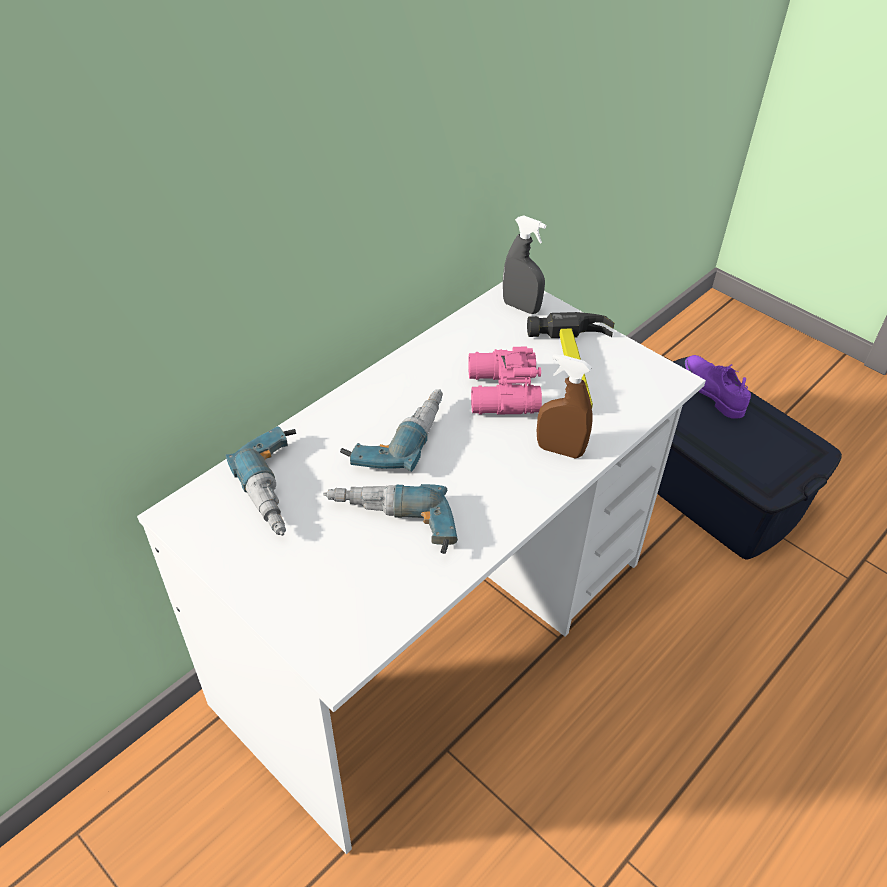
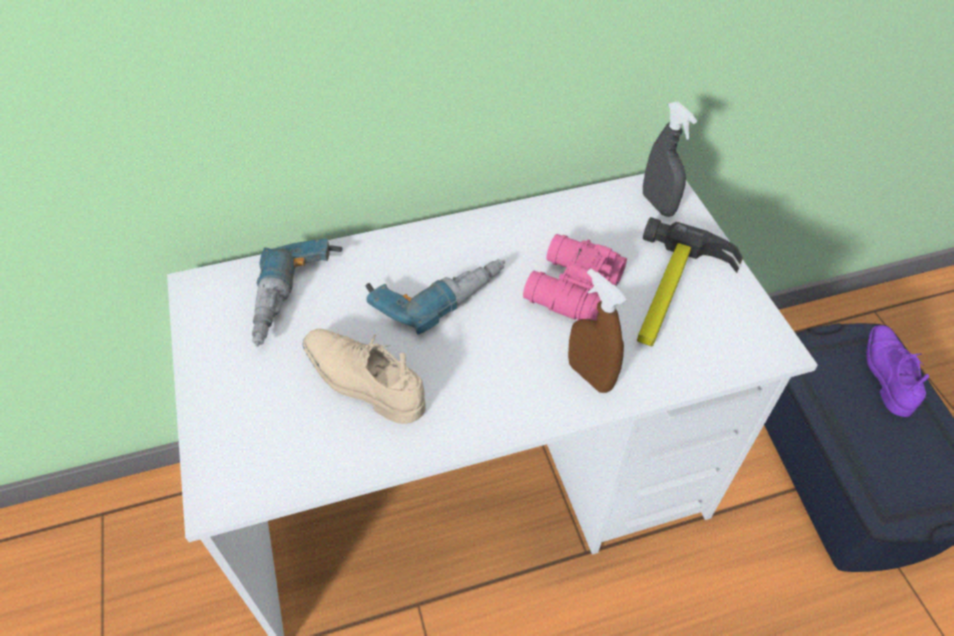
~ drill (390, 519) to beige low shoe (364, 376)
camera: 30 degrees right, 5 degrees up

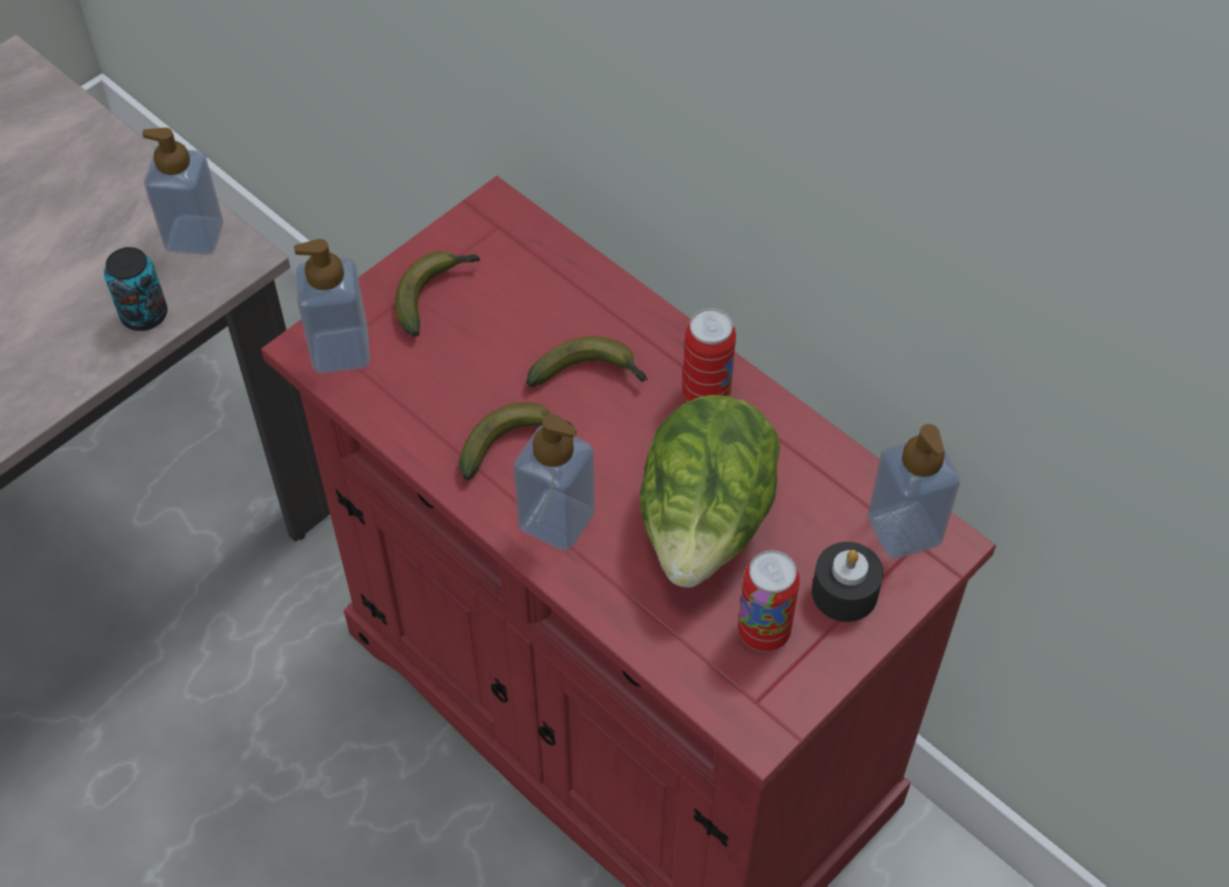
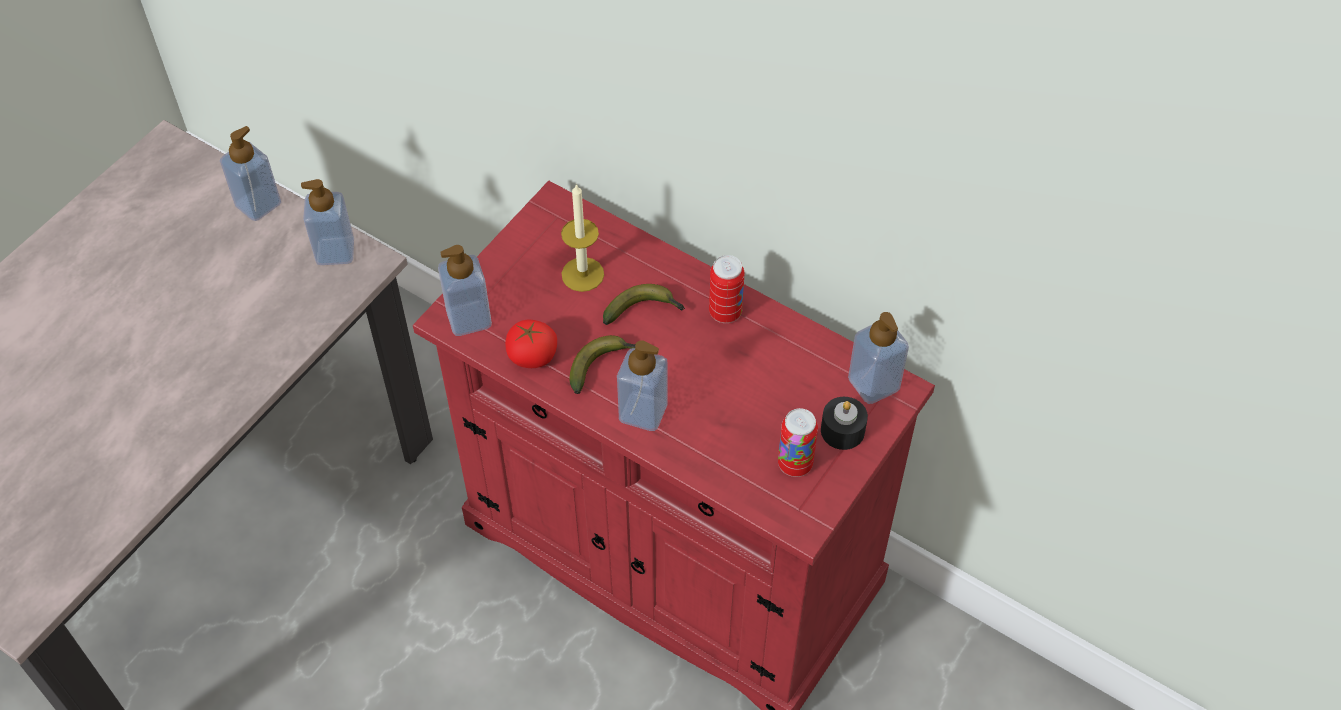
- sealed can (136, 289)
- banana (437, 293)
- head of lettuce (710, 491)
+ liquid soap bottle (250, 173)
+ fresh tomato (531, 344)
+ wax candle (582, 237)
camera: 10 degrees left, 0 degrees up

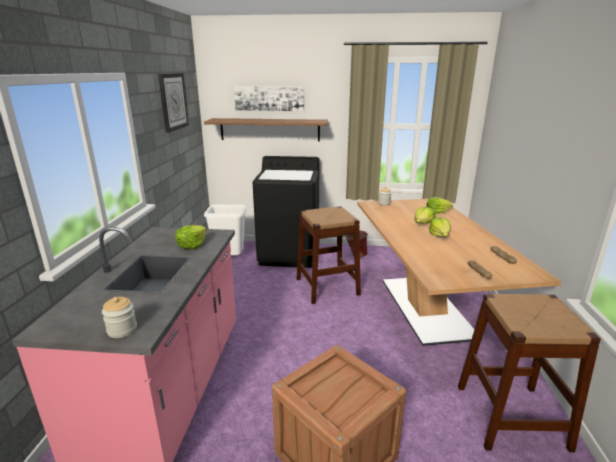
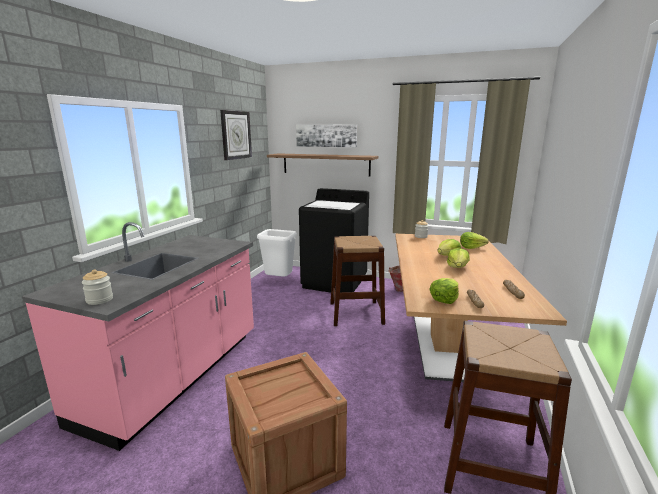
~ head of lettuce (191, 237) to (444, 291)
camera: 15 degrees right, 5 degrees down

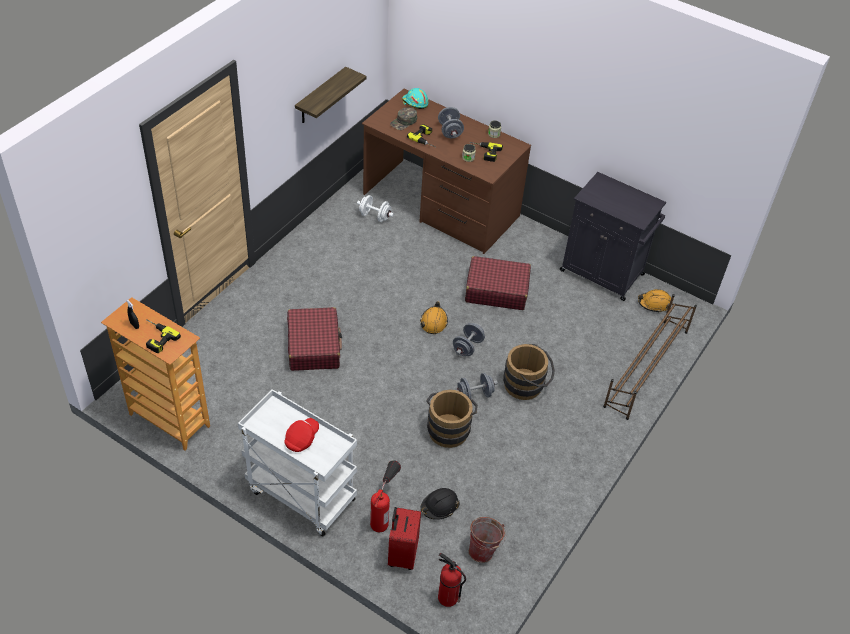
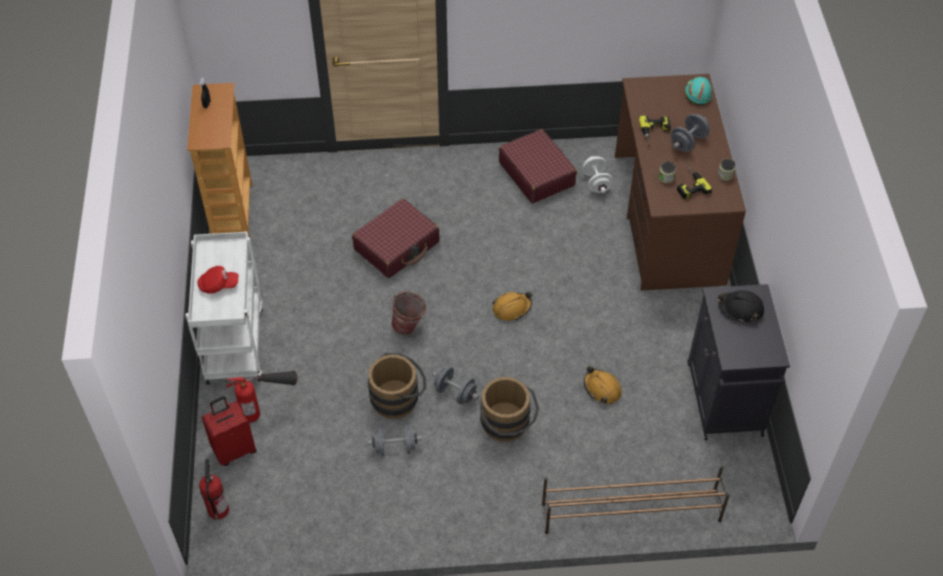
- drill (163, 336)
- bracket shelf (331, 95)
- greenish peaked cap (403, 118)
~ blackish work helmet (440, 504) to (741, 306)
~ gray dumbbell (469, 339) to (394, 440)
~ reddish suitcase (498, 283) to (538, 166)
~ water bucket (487, 540) to (408, 313)
~ orange-coloured work helmet (654, 301) to (603, 385)
camera: 55 degrees right, 5 degrees up

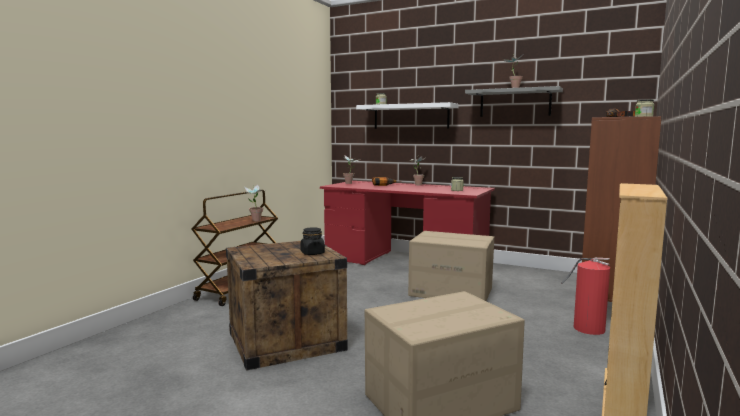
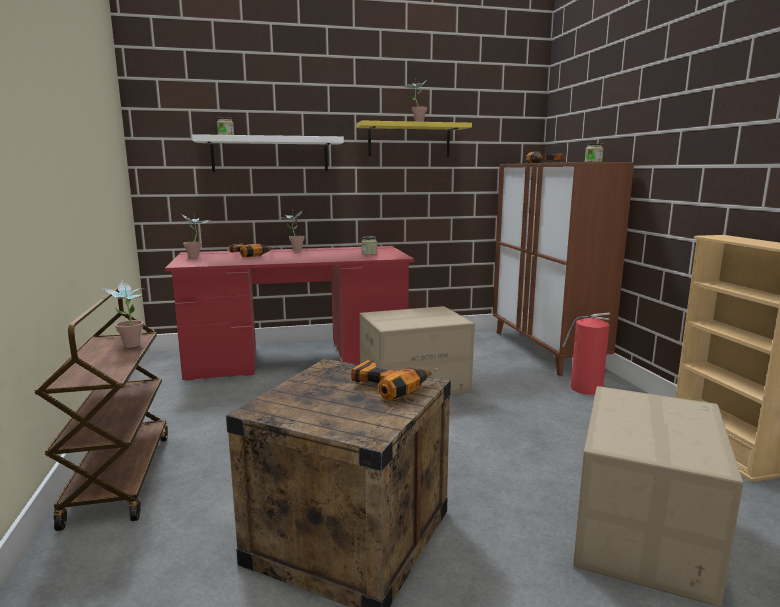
~ blackish storage jar (313, 241) to drill (394, 380)
~ gray bracket shelf (514, 101) to yellowish bracket shelf (414, 139)
camera: 40 degrees left, 5 degrees up

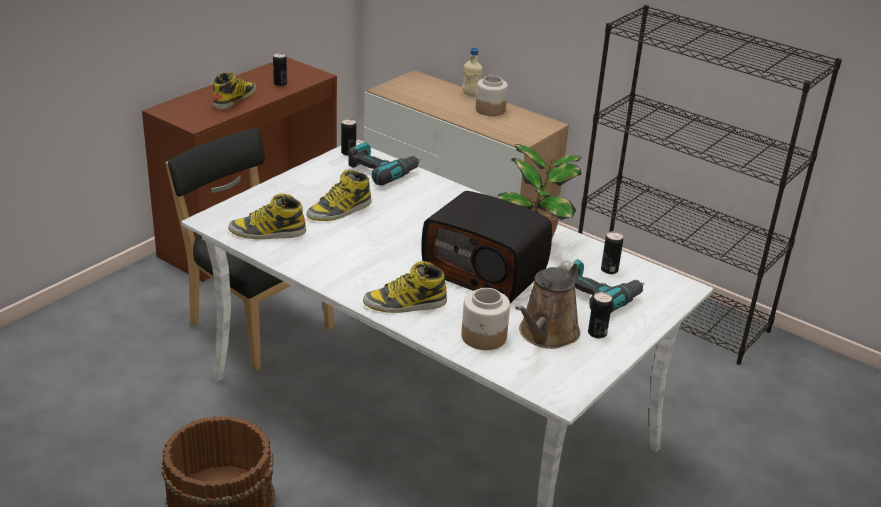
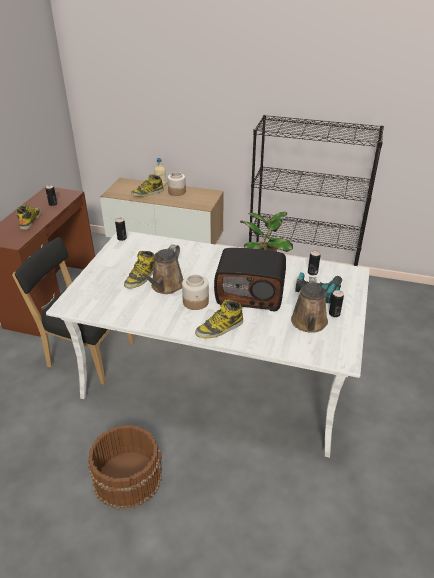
~ high-top boot (267, 216) to (147, 185)
- drill (384, 164)
~ storage jar (485, 319) to (195, 292)
+ brown-coloured watering pot (161, 269)
camera: 20 degrees left, 5 degrees up

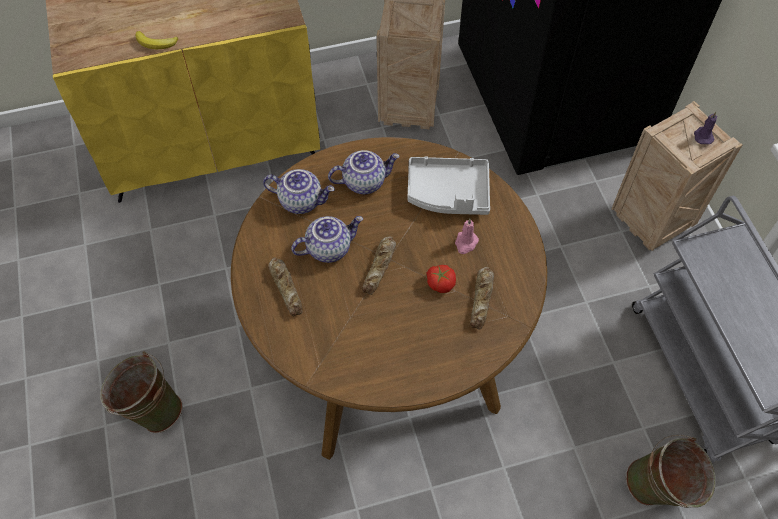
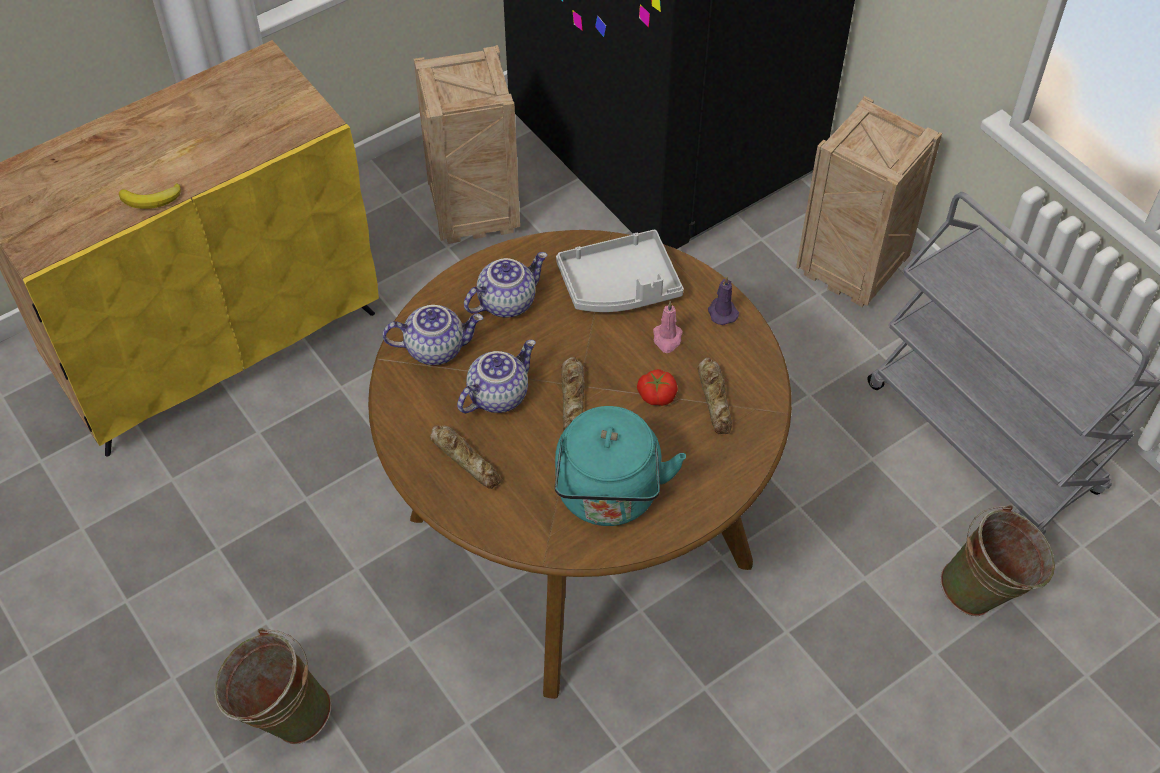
~ purple-coloured wax candle (705, 128) to (723, 300)
+ turquoise kettle (620, 466)
camera: 20 degrees left, 5 degrees down

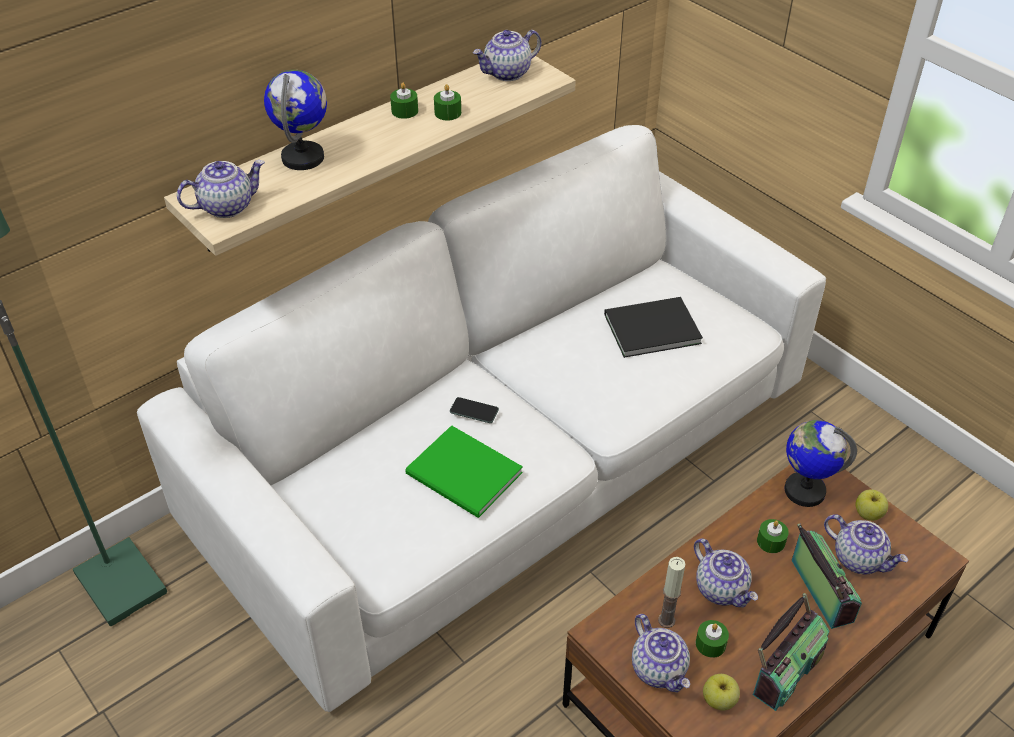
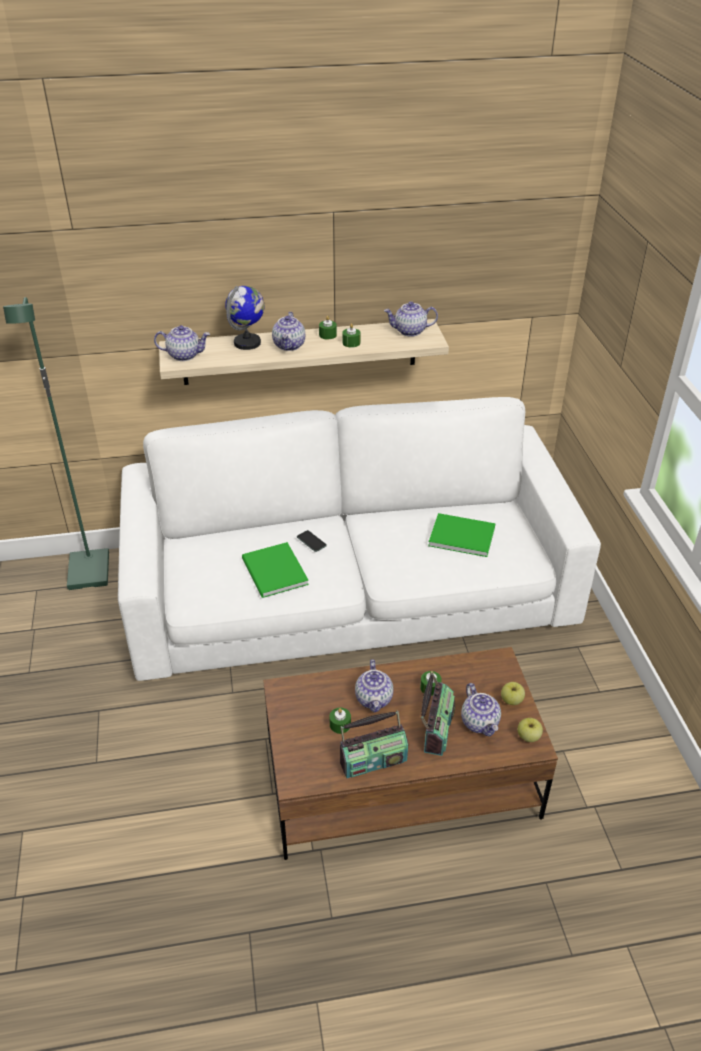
~ blackish book (653, 327) to greenish book (461, 535)
~ teapot (661, 653) to (288, 331)
- wax candle (671, 592)
~ apple (721, 692) to (530, 730)
- desk globe (820, 463)
camera: 30 degrees right, 5 degrees down

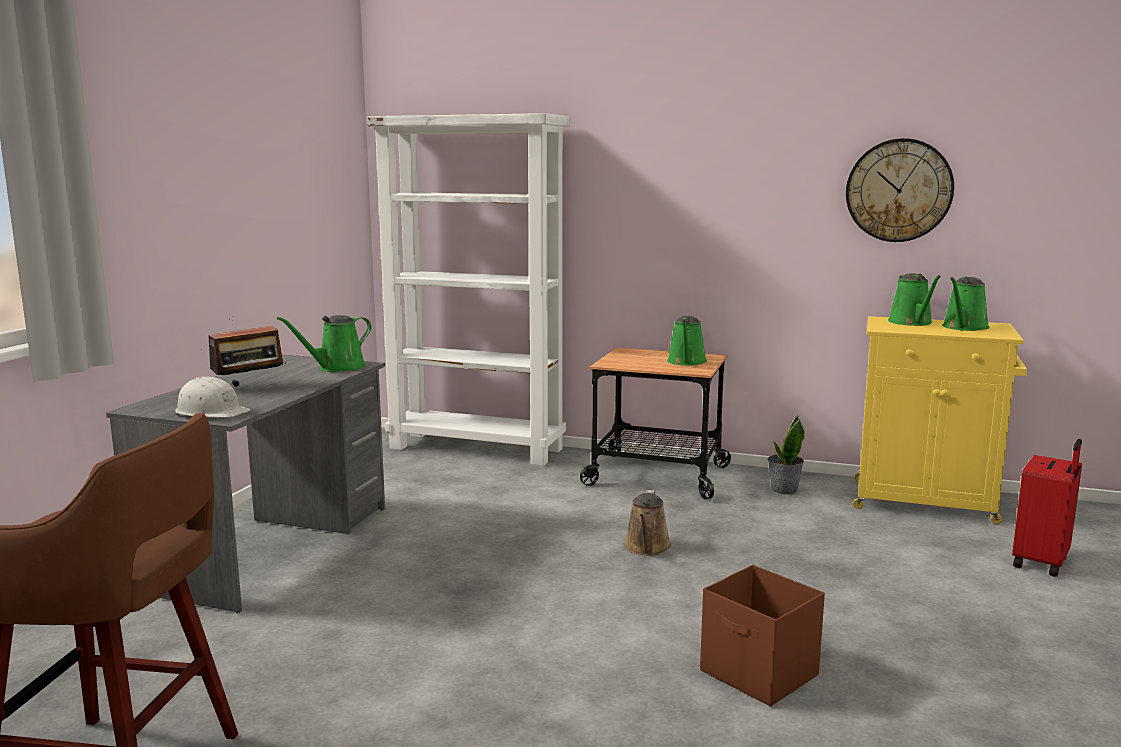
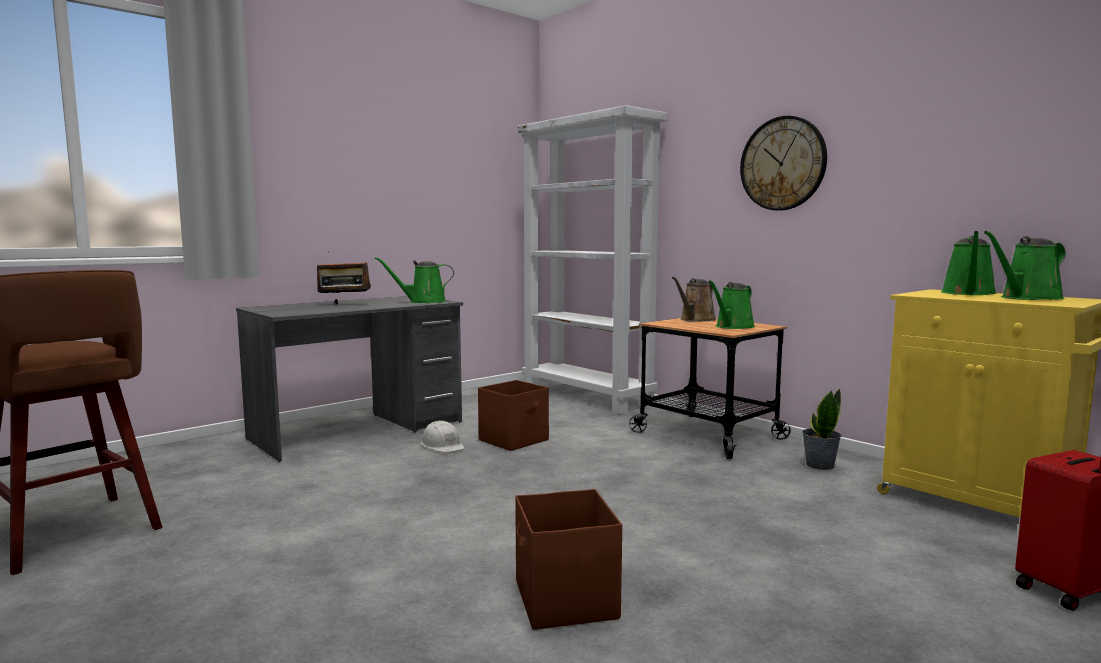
~ whitish work helmet (213, 397) to (442, 436)
~ brown-coloured watering pot (647, 522) to (694, 299)
~ hanging clock (900, 190) to (783, 163)
+ brown-coloured storage container (513, 415)
camera: 30 degrees right, 5 degrees down

